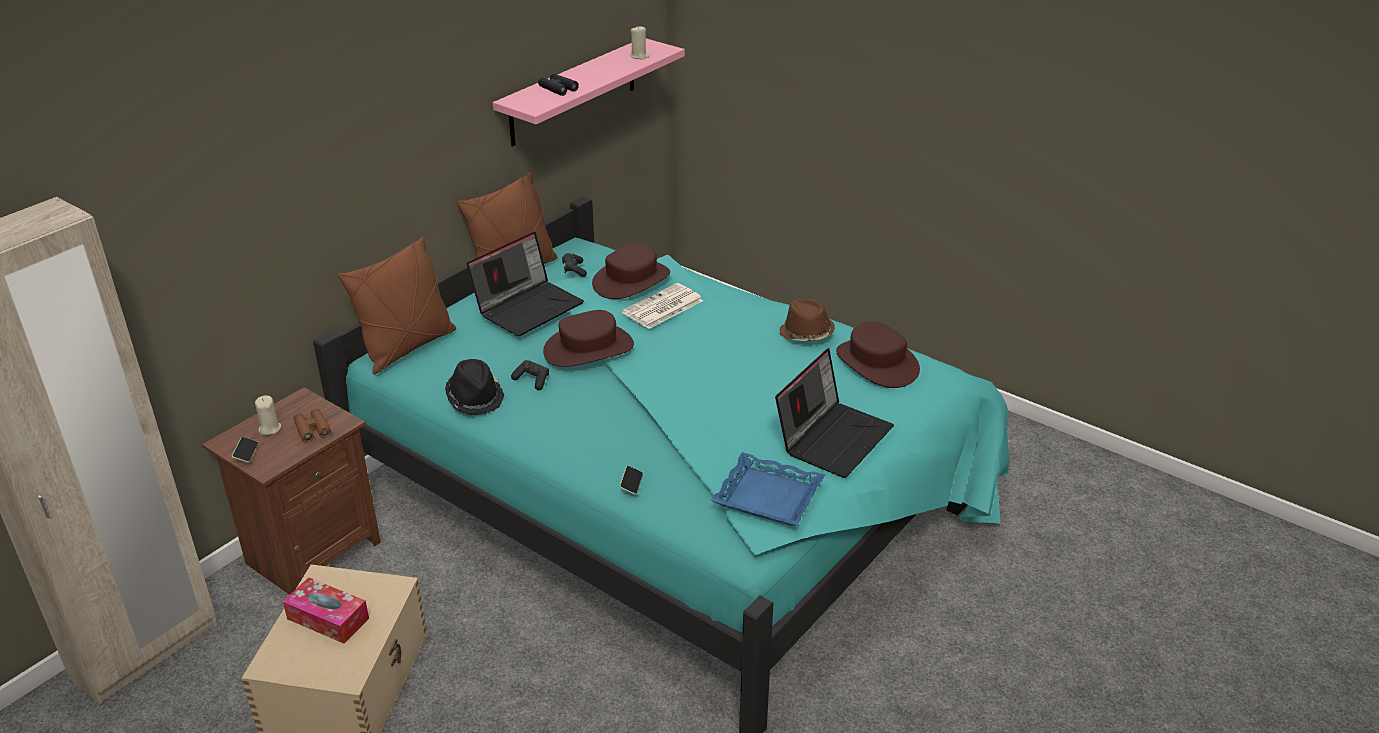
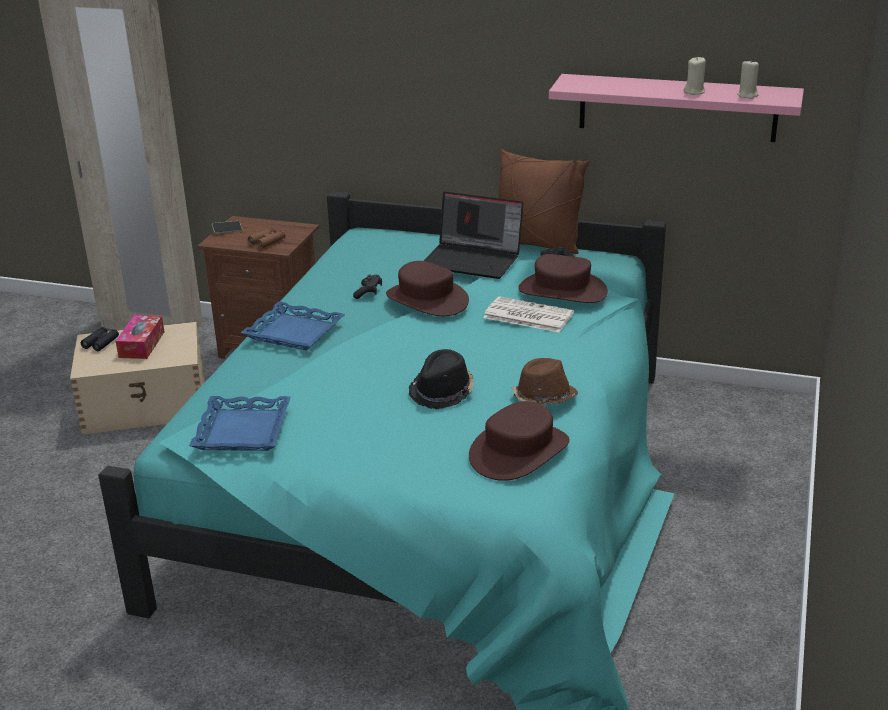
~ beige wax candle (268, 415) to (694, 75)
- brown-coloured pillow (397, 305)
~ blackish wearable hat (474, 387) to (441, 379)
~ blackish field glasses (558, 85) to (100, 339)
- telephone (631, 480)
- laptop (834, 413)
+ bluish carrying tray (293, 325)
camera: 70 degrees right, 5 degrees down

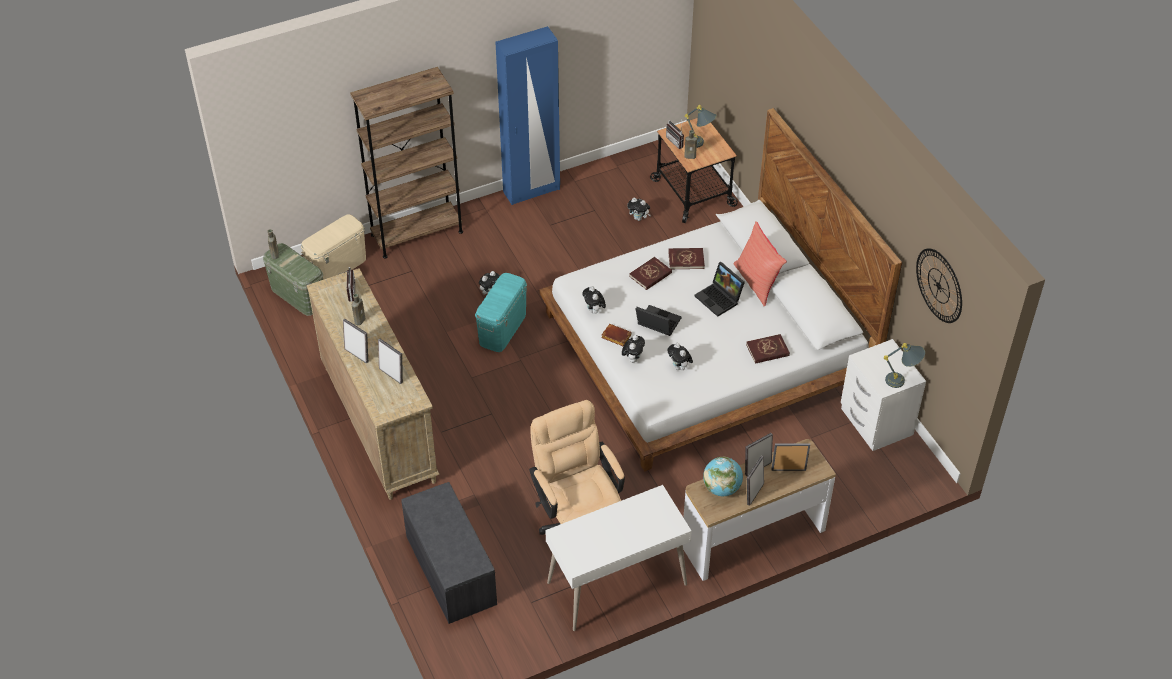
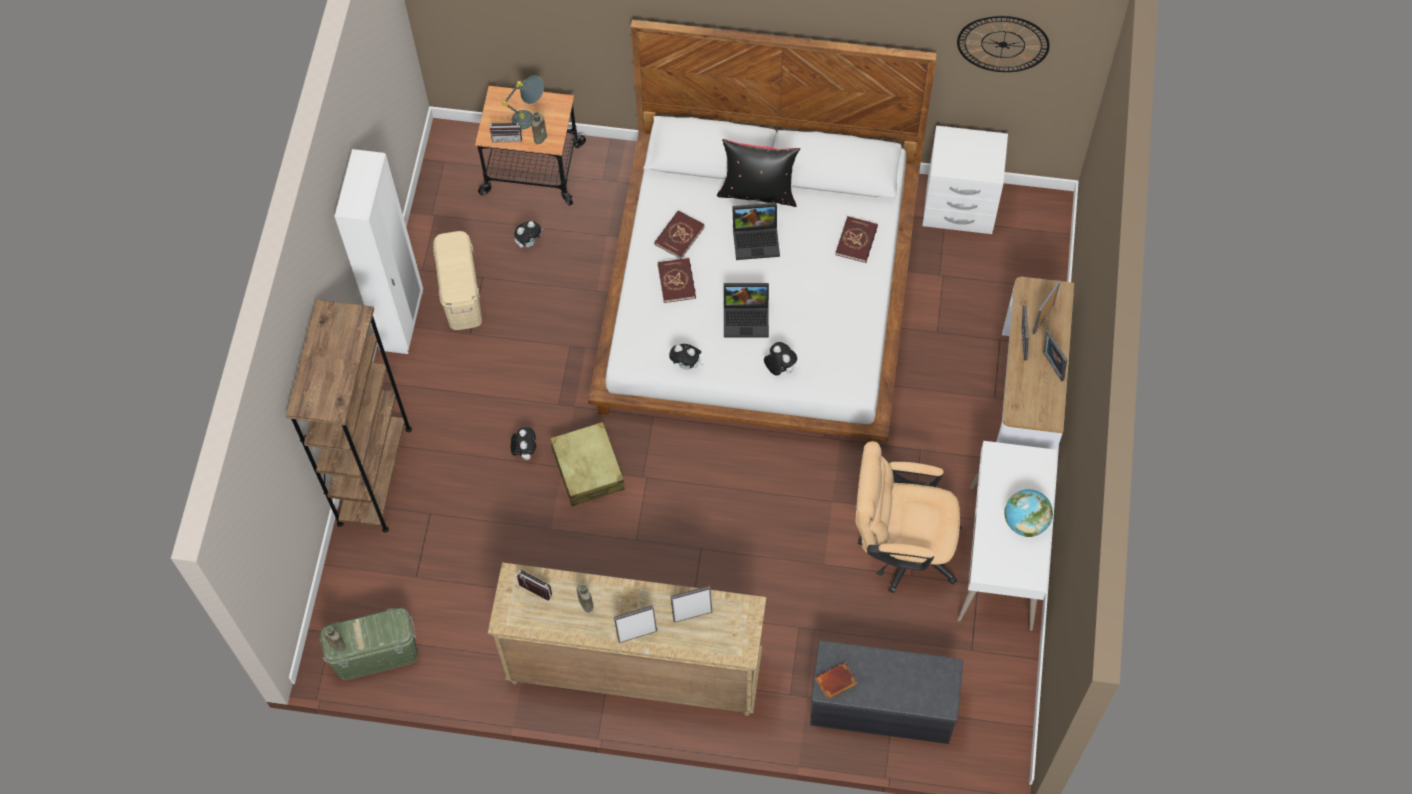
~ beige storage container (333, 247) to (457, 280)
~ turquoise storage container (501, 312) to beige suitcase (587, 464)
~ bluish wardrobe (527, 115) to whitish wardrobe (379, 251)
~ brown-coloured book (616, 335) to (836, 681)
~ laptop (658, 320) = (746, 310) 150 degrees counterclockwise
- cuddly toy (680, 357)
~ desk globe (723, 476) to (1028, 513)
~ reddish pillow (760, 264) to blackish pillow (758, 173)
- gray table lamp (904, 365)
camera: 55 degrees left, 15 degrees up

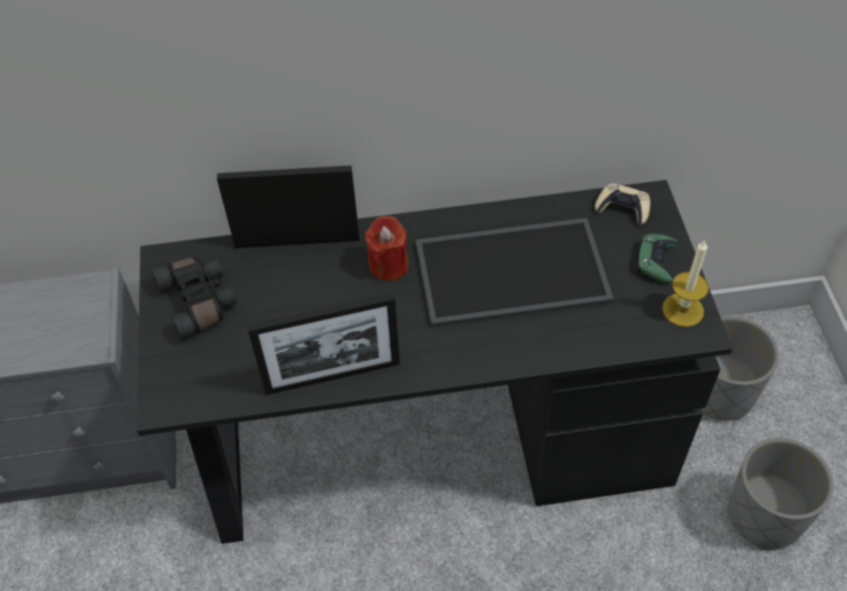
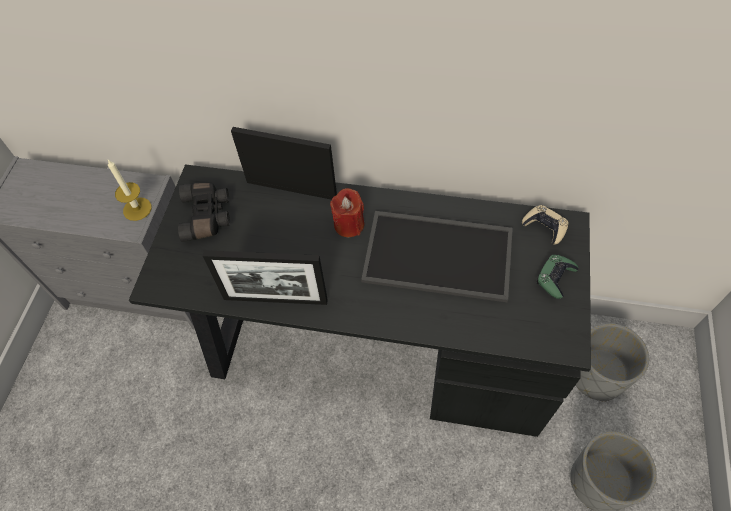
~ wax candle (685, 283) to (130, 190)
camera: 20 degrees right, 5 degrees up

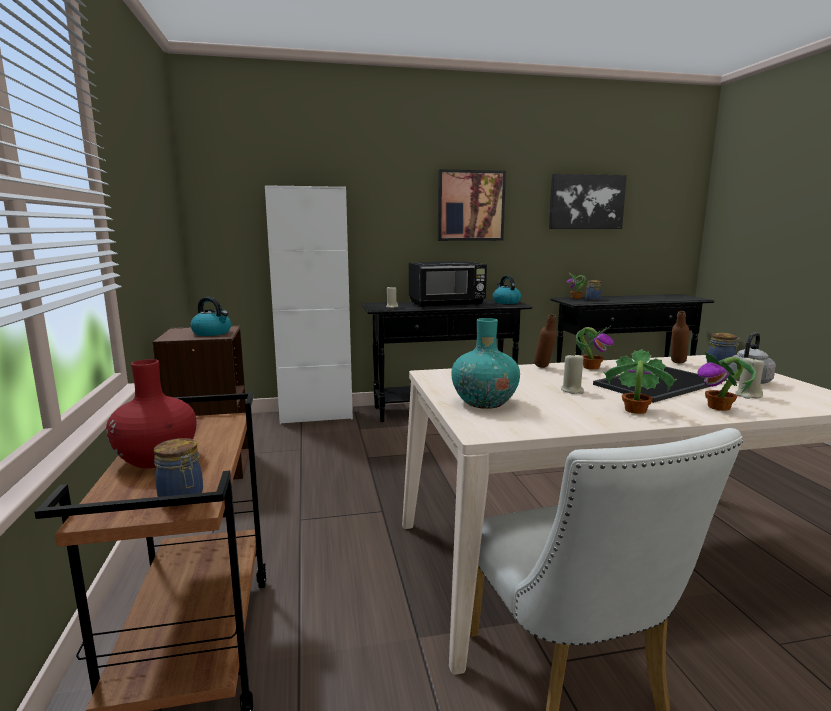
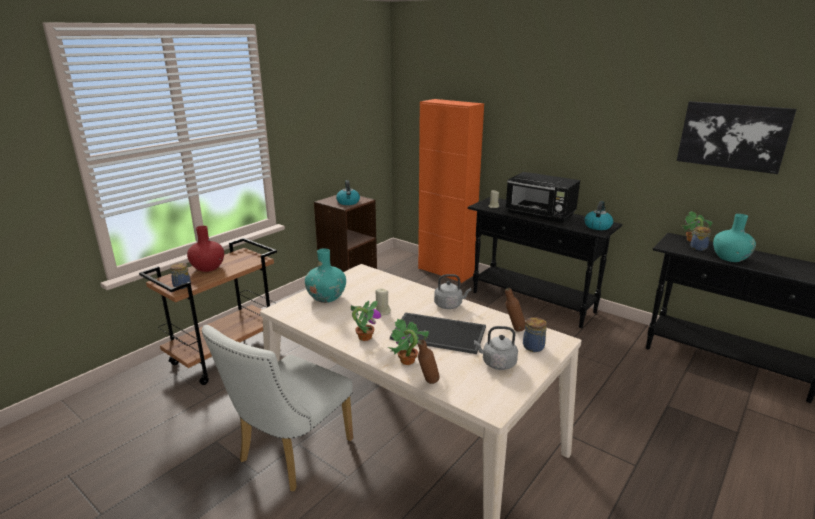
~ whitish cupboard (309, 304) to orange-coloured cupboard (451, 191)
- wall art (472, 205)
~ brown-coloured bottle (545, 341) to (429, 362)
~ houseplant (595, 347) to gray kettle (452, 291)
- beige wax candle (749, 377)
+ turquoise flower vase (734, 238)
camera: 50 degrees right, 10 degrees up

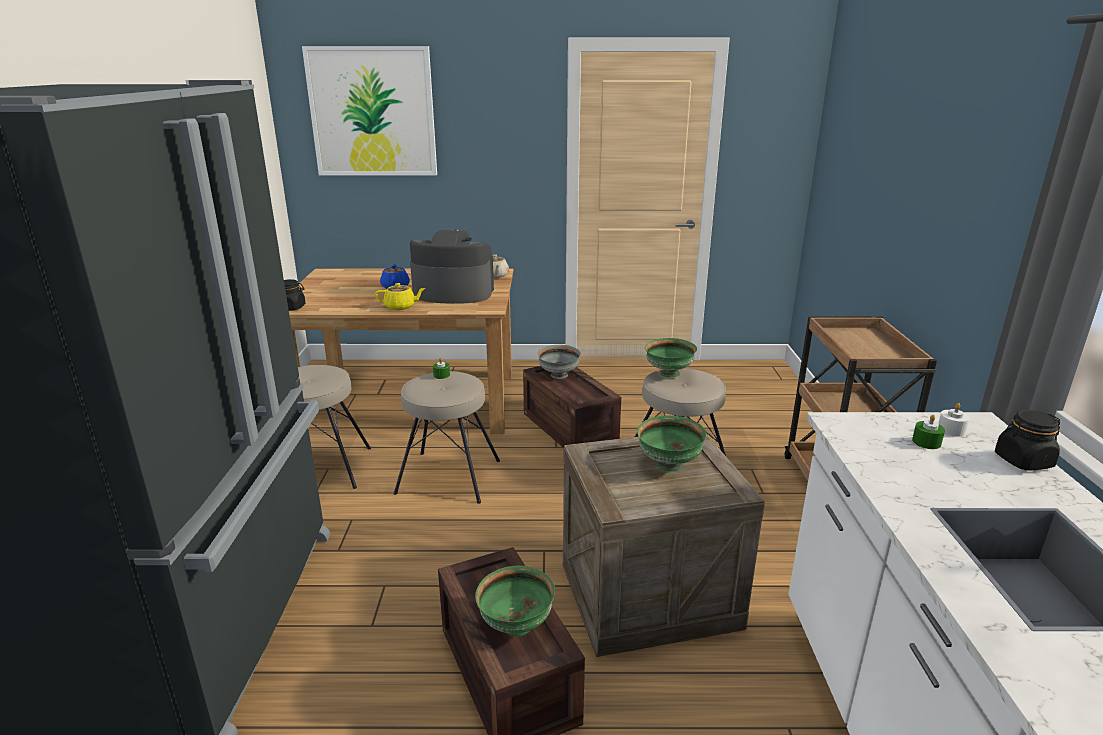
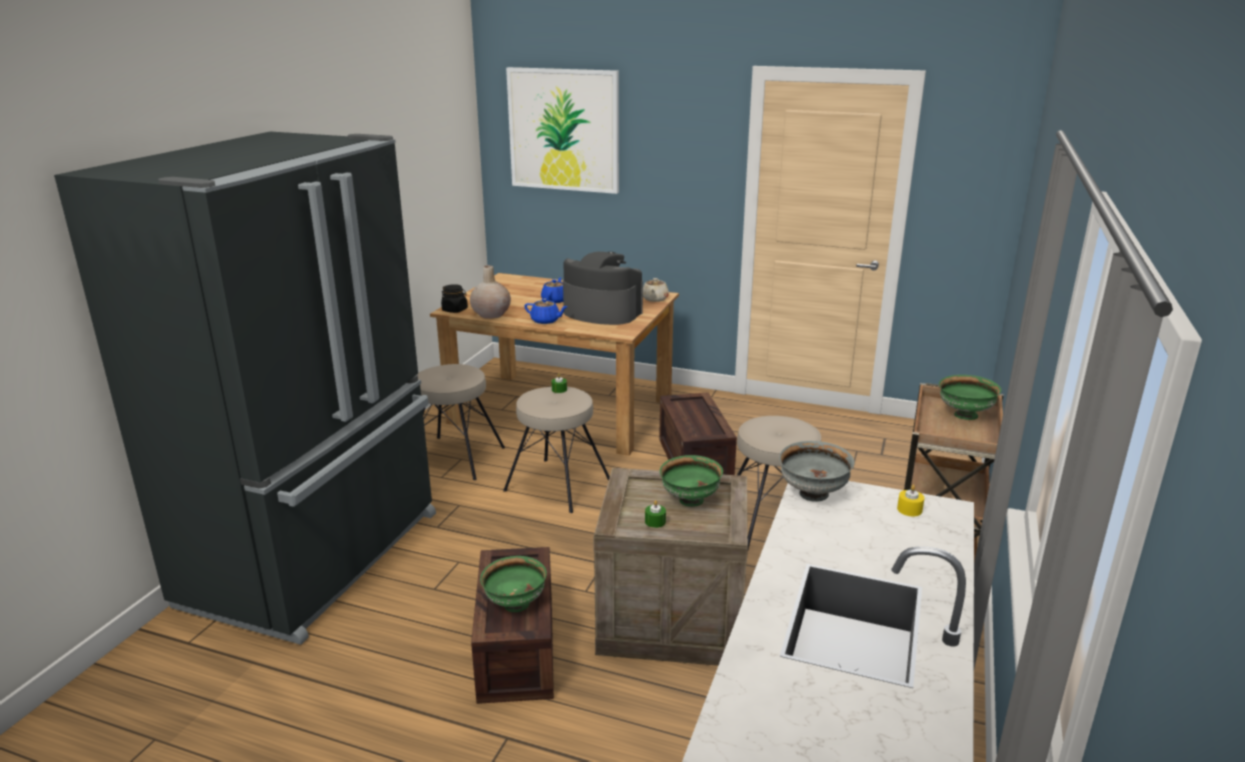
~ yellowish teapot (400, 296) to bluish teapot (546, 311)
~ gray serving bowl (559, 362) to (816, 471)
~ greenish serving bowl (671, 358) to (970, 397)
~ greenish wax candle (928, 431) to (655, 514)
~ whitish wax candle (954, 420) to yellowish wax candle (910, 500)
- blackish storage jar (1027, 440)
+ beige flower vase (490, 292)
camera: 20 degrees right, 0 degrees up

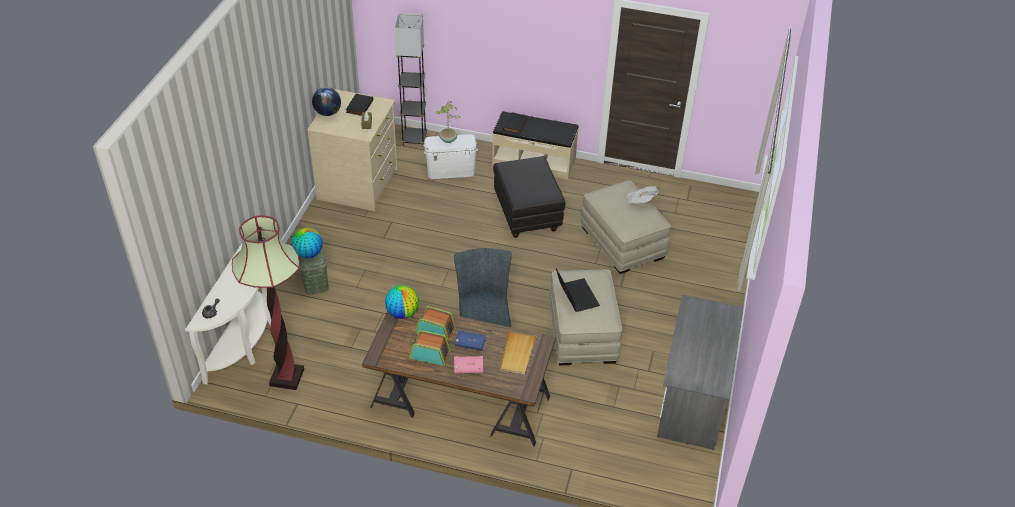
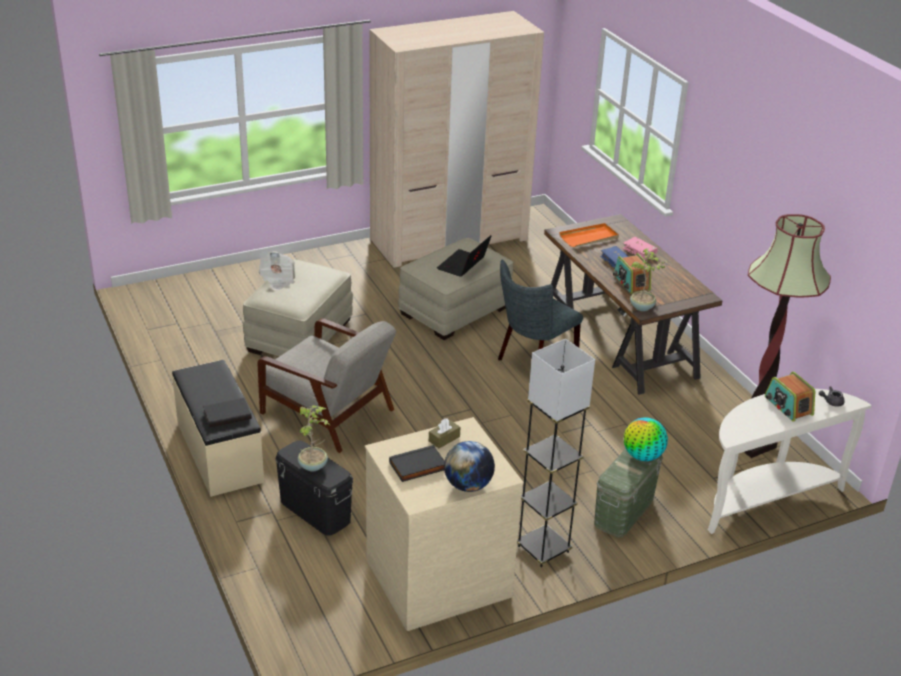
~ desk globe (402, 302) to houseplant (649, 279)
~ gray floor lamp (411, 79) to (556, 453)
~ radio (430, 348) to (790, 396)
~ whitish storage container (450, 156) to blackish storage container (314, 488)
~ blackish ottoman (529, 197) to gray easy chair (327, 385)
~ beige carrying tray (518, 352) to orange-coloured carrying tray (589, 235)
~ gray desk table (700, 372) to beige wardrobe (456, 139)
camera: 130 degrees left, 10 degrees down

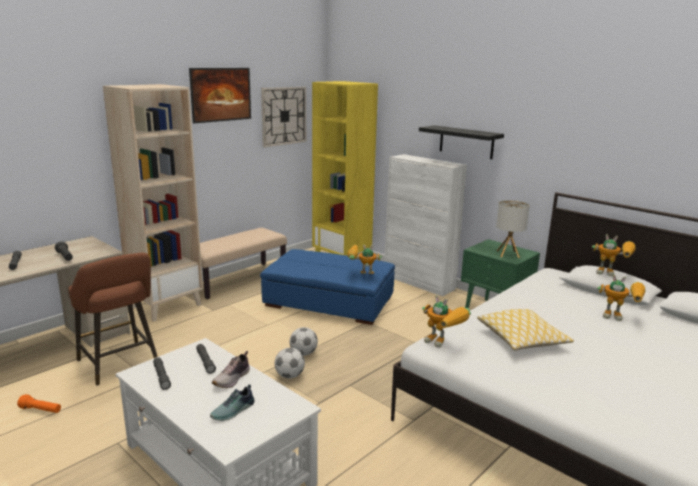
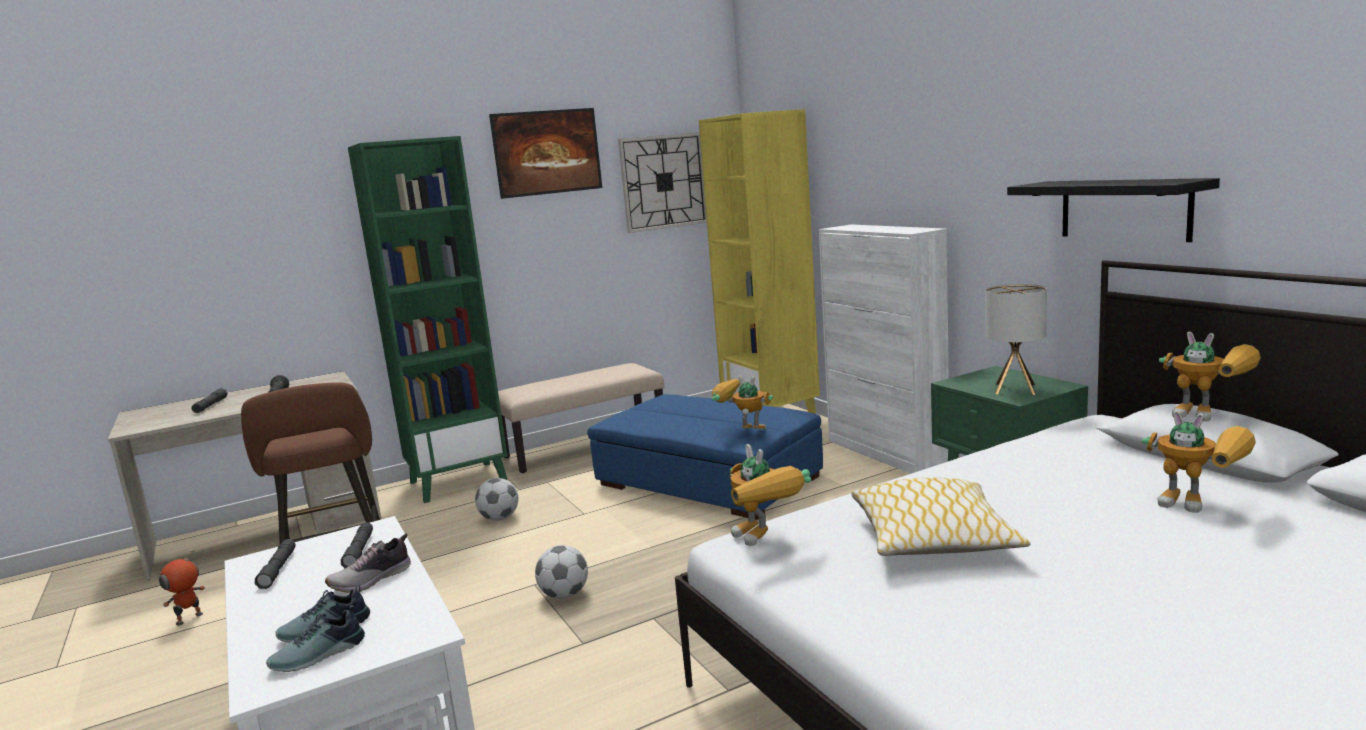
~ orange-coloured hand torch (39, 403) to model robot (182, 588)
~ beige bookshelf (153, 203) to greenish bookshelf (427, 319)
~ ball for football (304, 341) to (496, 499)
~ blackish bracket shelf (461, 142) to (1113, 210)
+ low shoe (315, 638)
camera: 20 degrees right, 5 degrees down

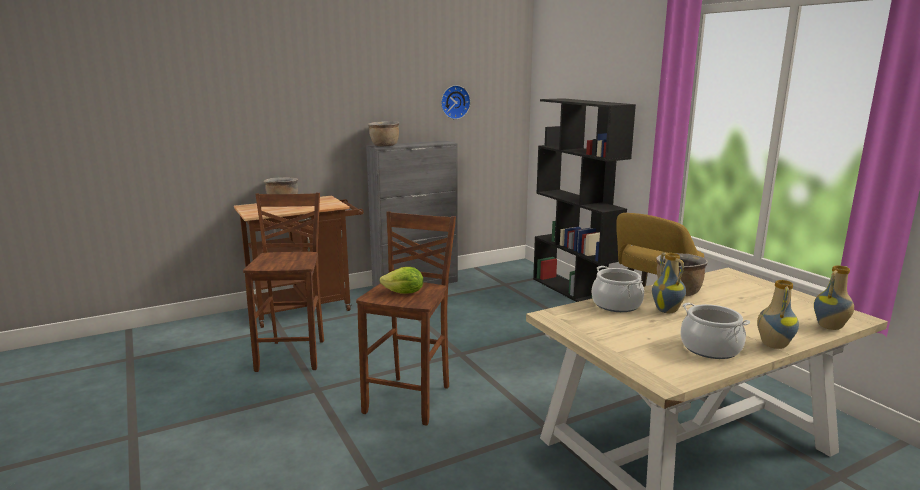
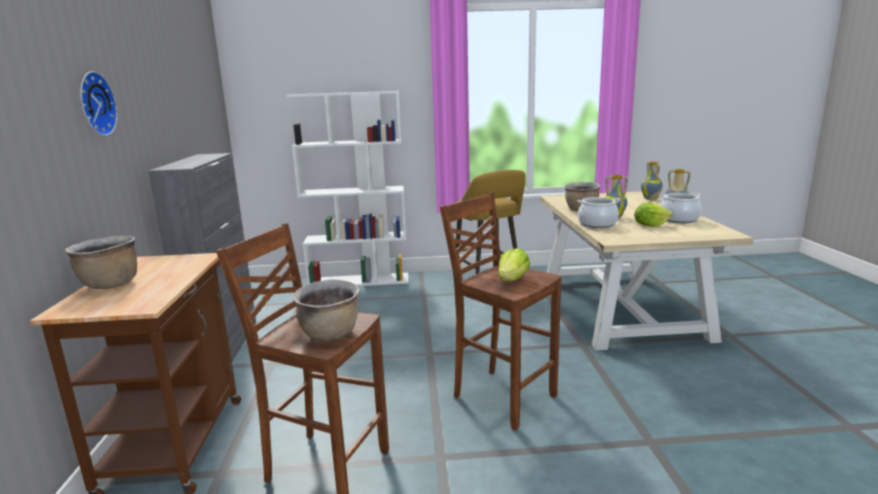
~ brown-coloured stockpot (383, 133) to (326, 310)
~ hanging clock (456, 102) to (99, 103)
~ blackish bookshelf (584, 200) to whitish bookshelf (347, 188)
+ head of lettuce (653, 214)
camera: 65 degrees left, 0 degrees up

